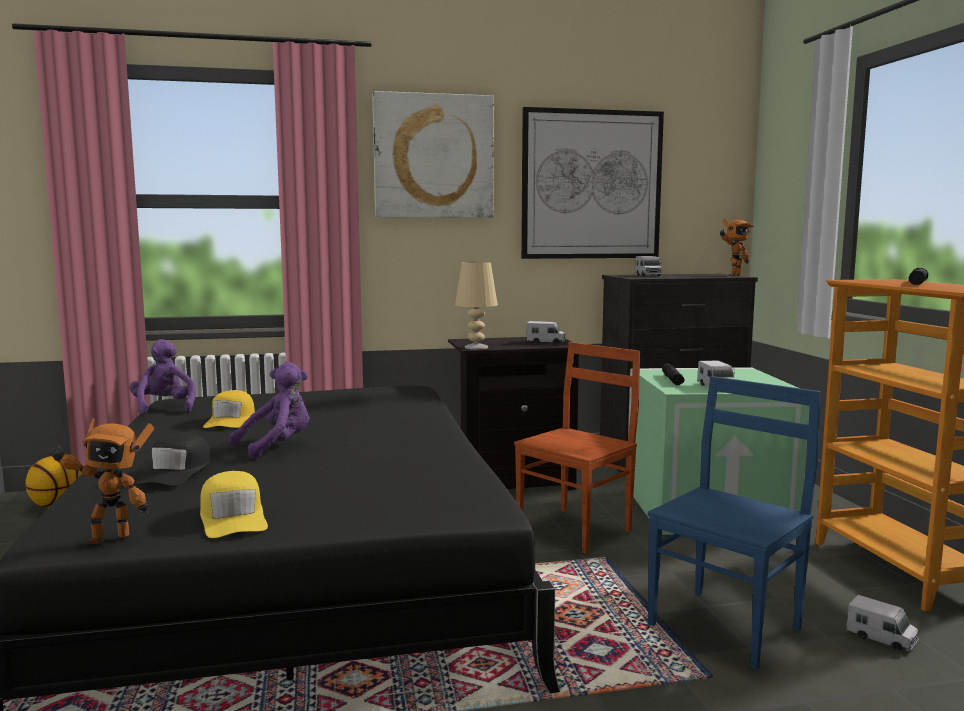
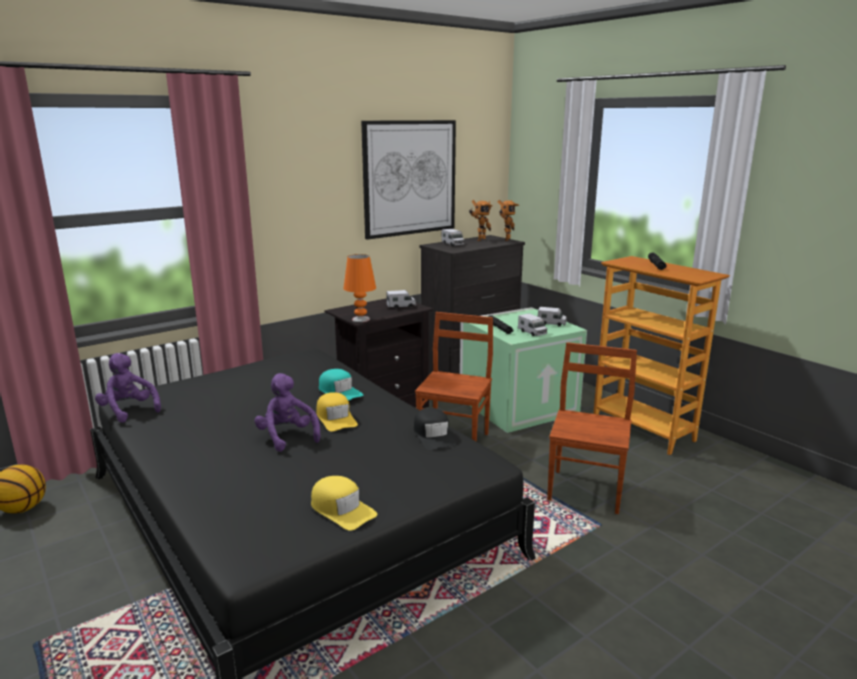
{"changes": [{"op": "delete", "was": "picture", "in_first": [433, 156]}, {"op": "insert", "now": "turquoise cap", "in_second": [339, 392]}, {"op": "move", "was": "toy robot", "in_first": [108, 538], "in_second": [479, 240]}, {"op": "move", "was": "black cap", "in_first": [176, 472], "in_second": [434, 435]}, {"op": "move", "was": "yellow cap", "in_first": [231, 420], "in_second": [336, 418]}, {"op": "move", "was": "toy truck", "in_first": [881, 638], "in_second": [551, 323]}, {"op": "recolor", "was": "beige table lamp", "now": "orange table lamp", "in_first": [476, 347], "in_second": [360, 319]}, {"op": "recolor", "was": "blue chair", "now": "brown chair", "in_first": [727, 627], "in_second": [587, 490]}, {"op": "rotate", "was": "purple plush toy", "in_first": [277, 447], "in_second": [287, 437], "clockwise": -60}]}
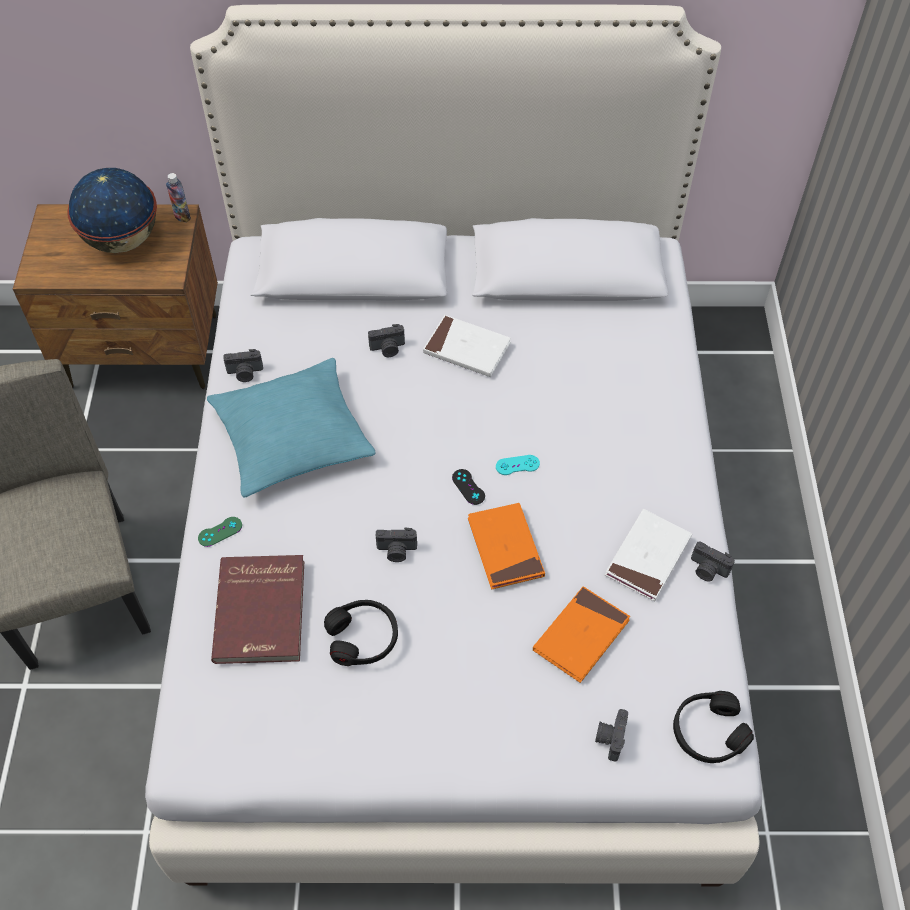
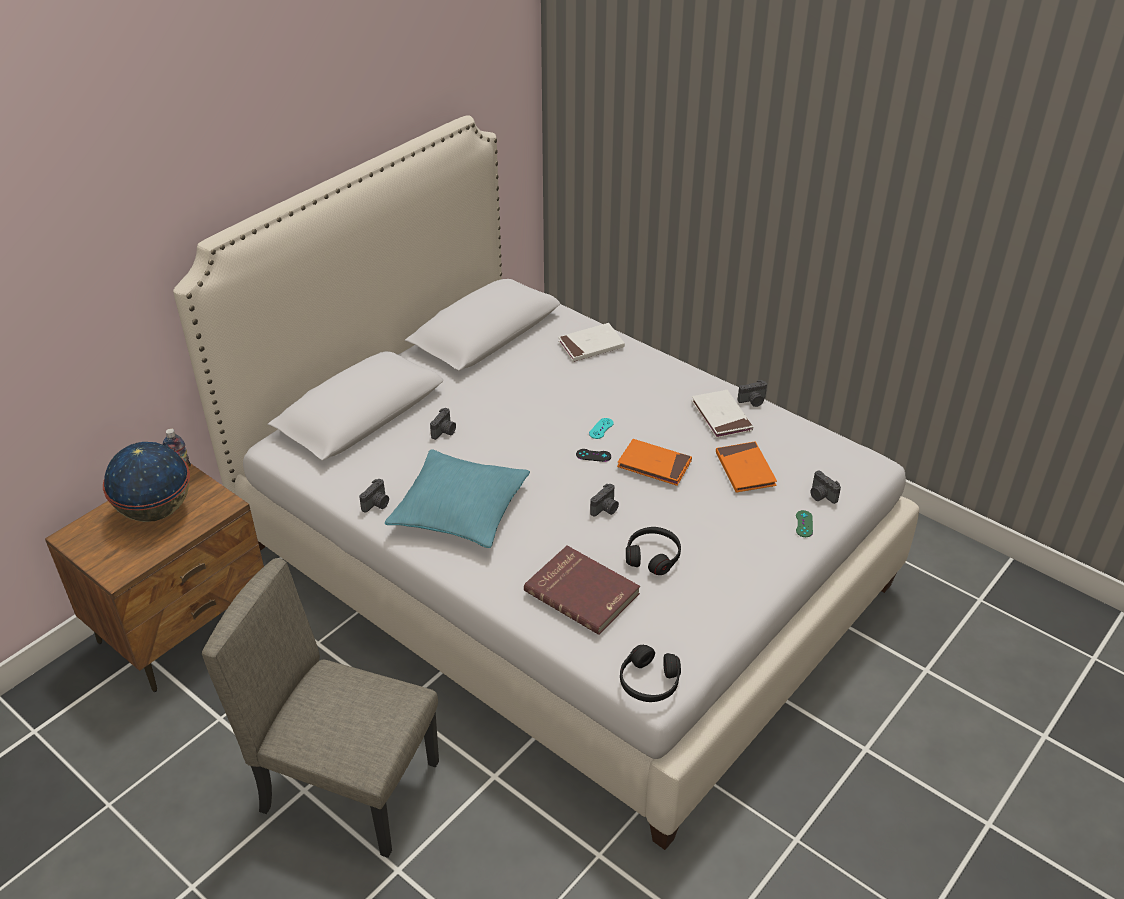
{"changes": [{"op": "move", "was": "green game controller", "in_first": [220, 532], "in_second": [804, 524]}, {"op": "move", "was": "white book", "in_first": [467, 349], "in_second": [591, 345]}, {"op": "move", "was": "black headphones", "in_first": [708, 732], "in_second": [649, 682]}]}
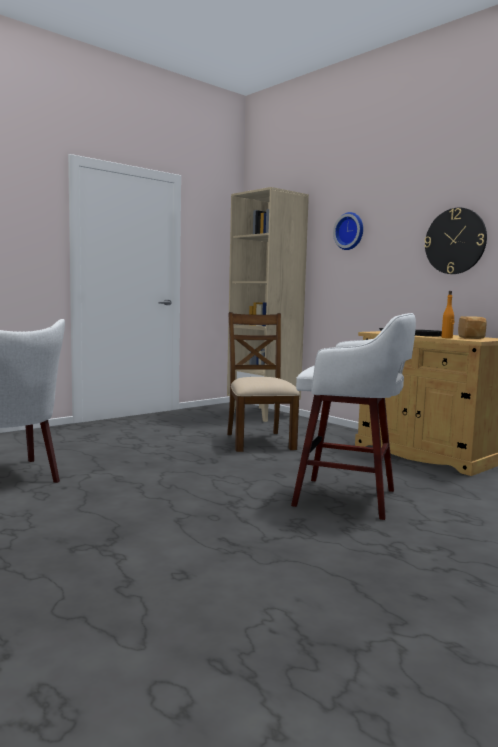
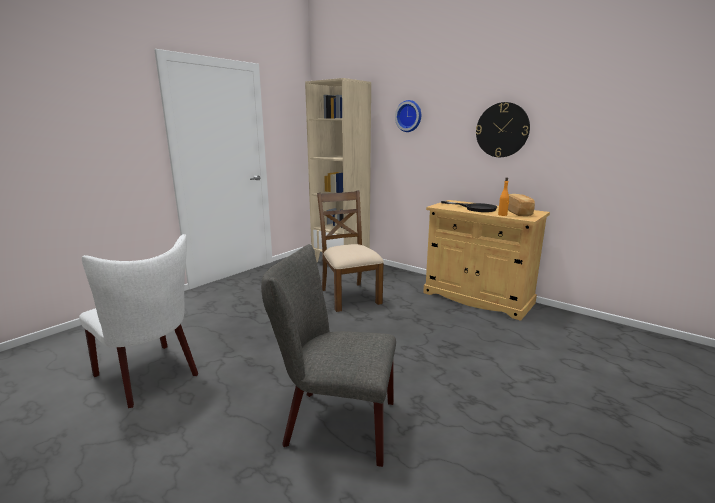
{"changes": [{"op": "delete", "was": "white stool", "in_first": [349, 498]}, {"op": "insert", "now": "grey chair", "in_second": [333, 423]}]}
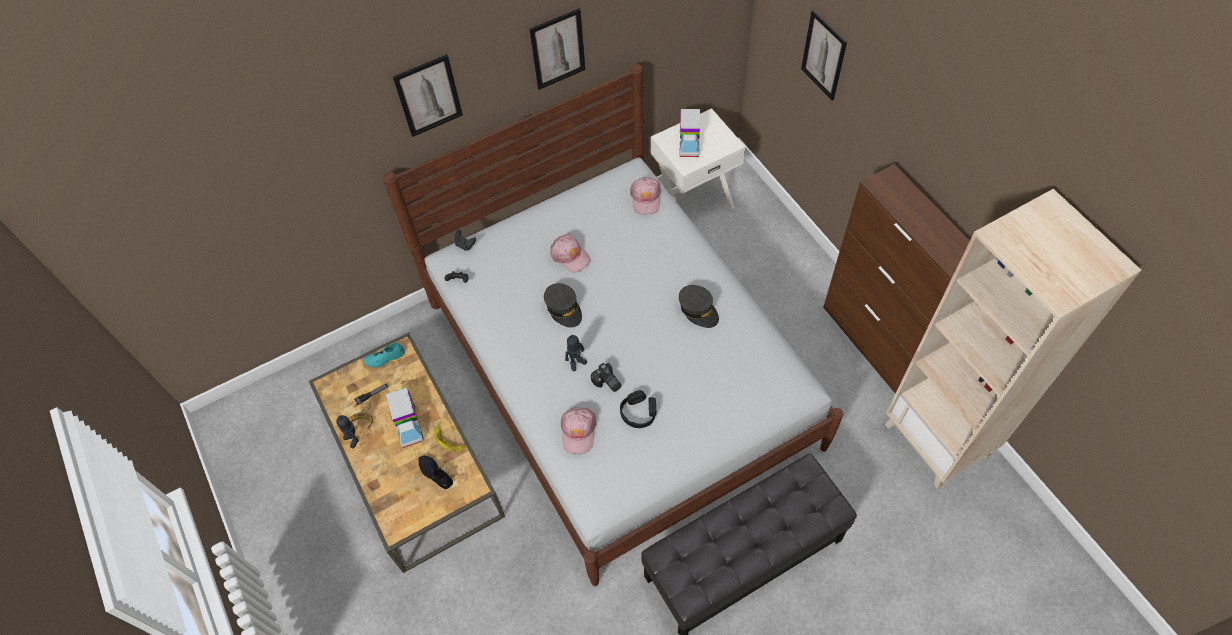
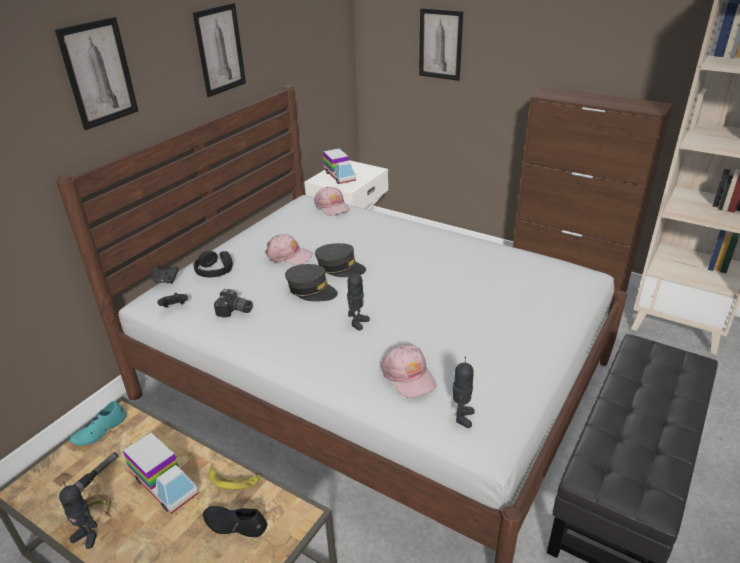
{"changes": [{"op": "insert", "now": "toy robot", "in_second": [461, 417]}, {"op": "move", "was": "photo camera", "in_first": [607, 383], "in_second": [235, 311]}, {"op": "move", "was": "black headphones", "in_first": [639, 412], "in_second": [215, 270]}, {"op": "move", "was": "grey cap", "in_first": [698, 310], "in_second": [340, 267]}]}
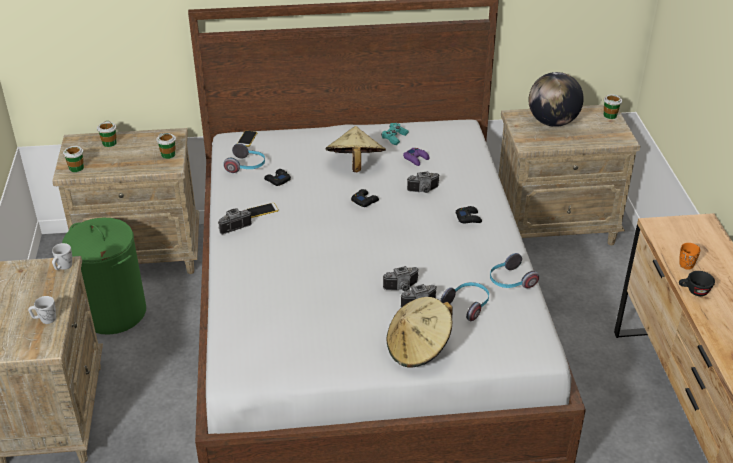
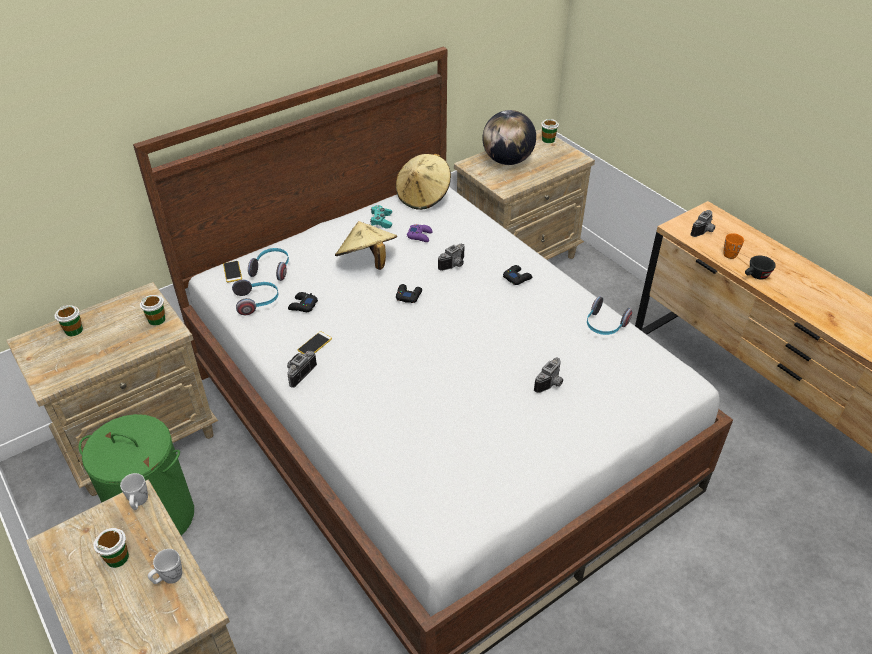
{"changes": [{"op": "move", "was": "cup", "in_first": [76, 168], "in_second": [117, 557]}, {"op": "move", "was": "photo camera", "in_first": [402, 288], "in_second": [704, 231]}, {"op": "move", "was": "beige hat", "in_first": [418, 348], "in_second": [423, 197]}, {"op": "move", "was": "headphones", "in_first": [467, 305], "in_second": [272, 269]}]}
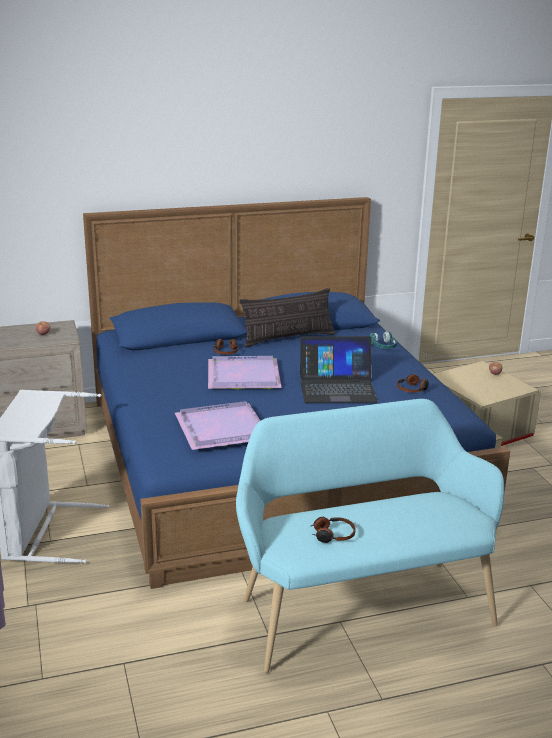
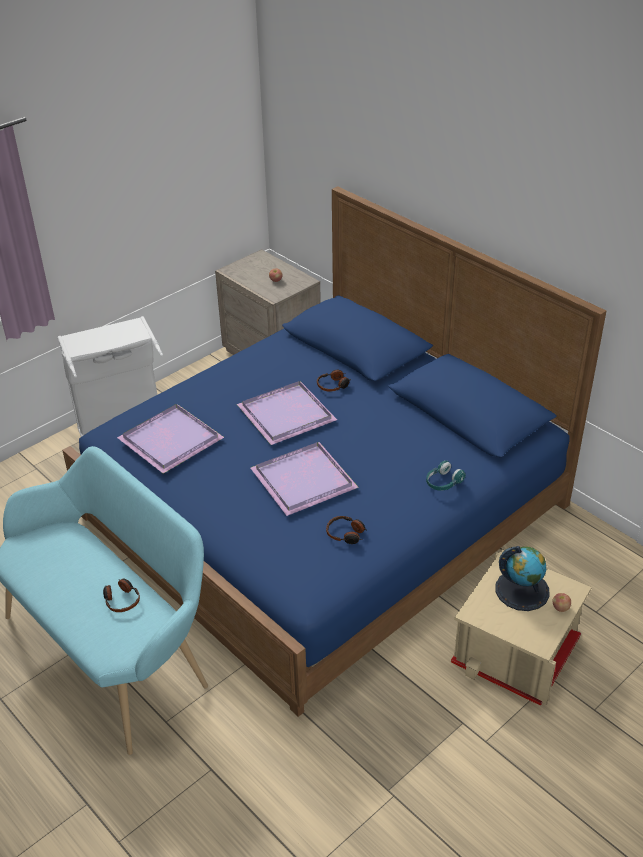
{"changes": [{"op": "delete", "was": "pillow", "in_first": [288, 338]}, {"op": "insert", "now": "globe", "in_second": [522, 590]}, {"op": "move", "was": "headphones", "in_first": [332, 535], "in_second": [121, 599]}, {"op": "replace", "was": "laptop", "now": "purple tray", "in_first": [337, 388], "in_second": [305, 480]}]}
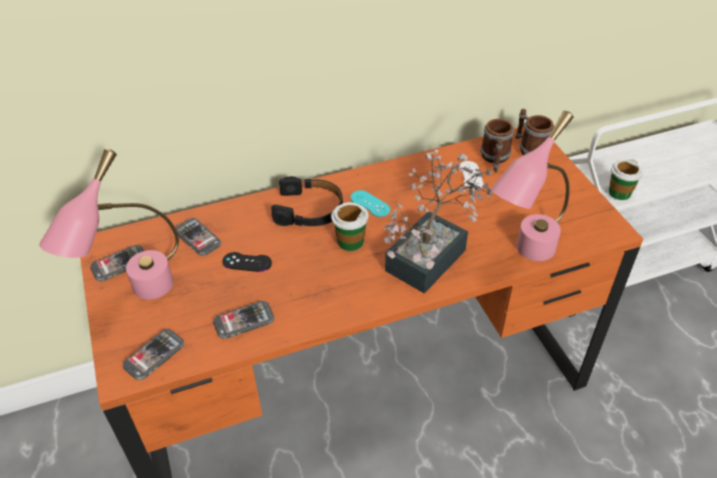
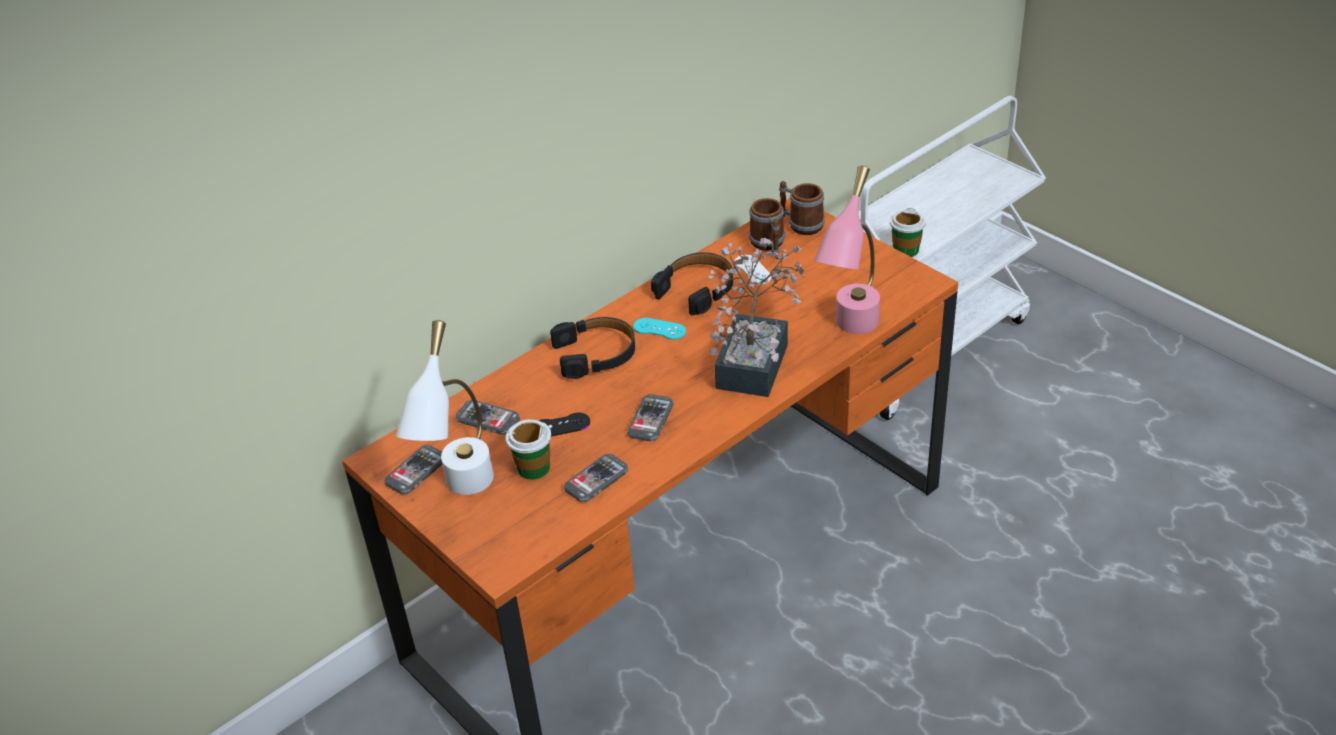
{"changes": [{"op": "insert", "now": "black headphones", "in_second": [697, 289]}, {"op": "move", "was": "phone", "in_first": [154, 355], "in_second": [650, 419]}, {"op": "move", "was": "cup", "in_first": [350, 241], "in_second": [533, 468]}, {"op": "recolor", "was": "pink table lamp", "now": "white table lamp", "in_first": [138, 297], "in_second": [462, 495]}]}
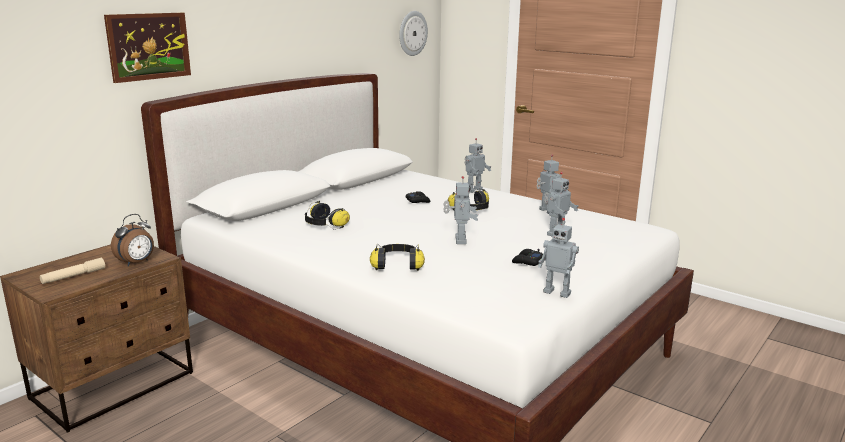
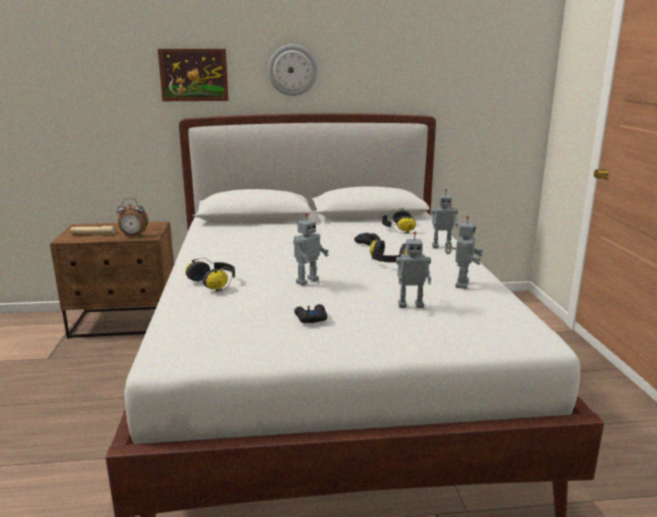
{"changes": [{"op": "delete", "was": "toy robot", "in_first": [557, 292]}, {"op": "move", "was": "headphones", "in_first": [324, 225], "in_second": [397, 228]}, {"op": "move", "was": "wall clock", "in_first": [412, 33], "in_second": [292, 70]}]}
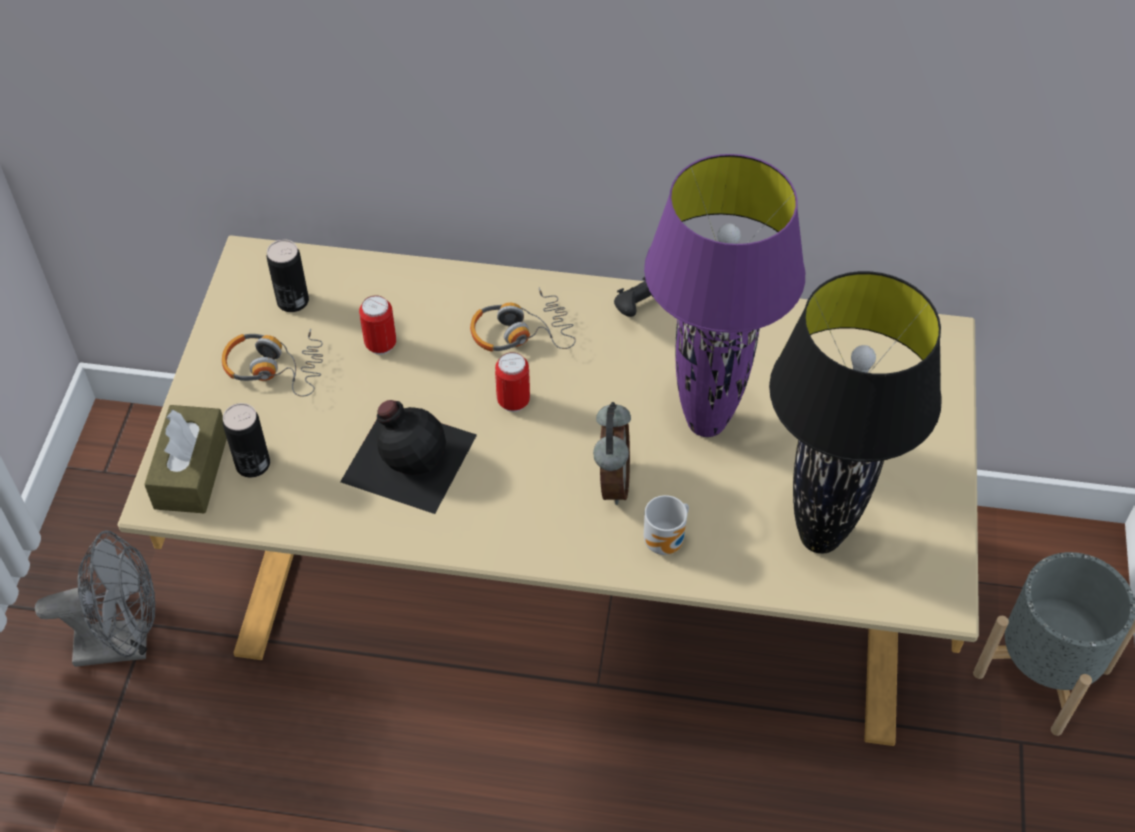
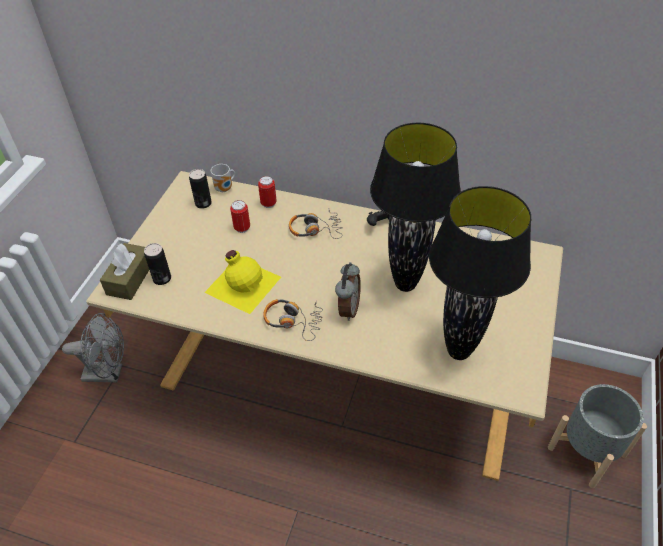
{"changes": [{"op": "move", "was": "headphones", "in_first": [274, 368], "in_second": [293, 321]}, {"op": "move", "was": "can", "in_first": [513, 401], "in_second": [268, 203]}, {"op": "move", "was": "mug", "in_first": [667, 542], "in_second": [225, 189]}, {"op": "recolor", "was": "black bottle", "now": "yellow bottle", "in_first": [408, 456], "in_second": [243, 283]}, {"op": "recolor", "was": "purple table lamp", "now": "black table lamp", "in_first": [707, 422], "in_second": [406, 284]}]}
